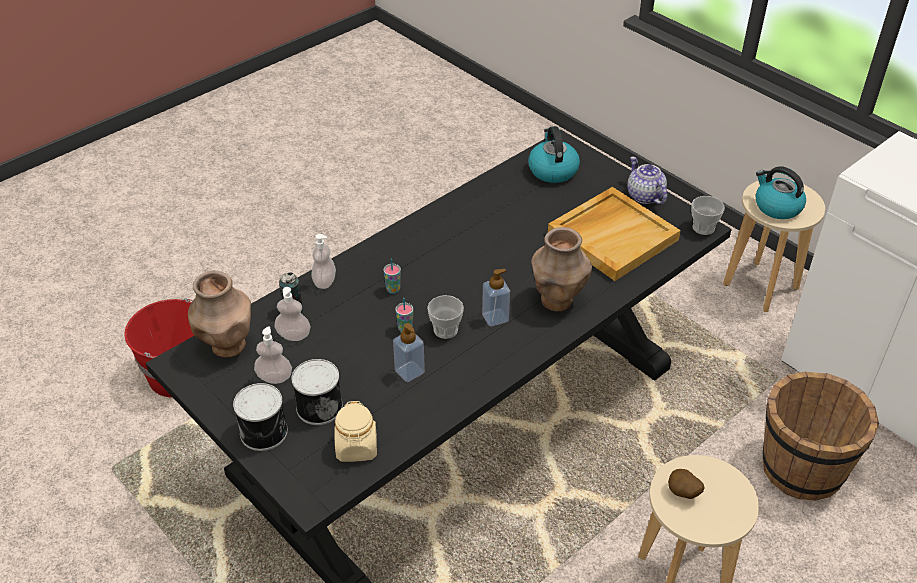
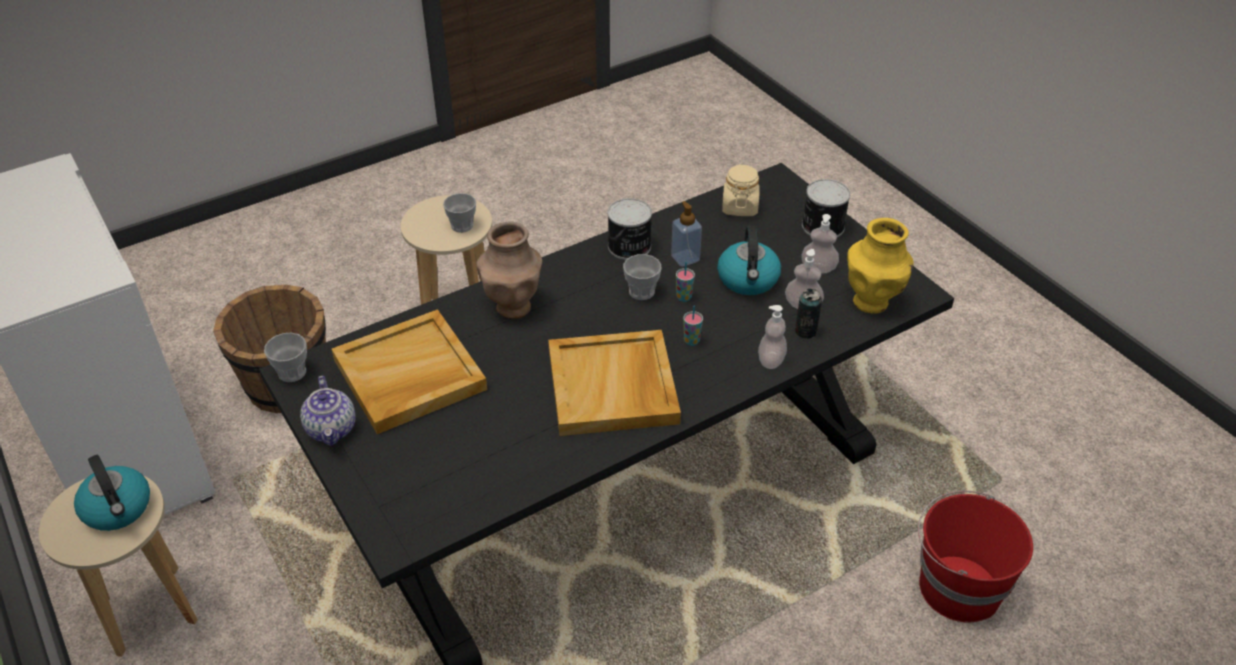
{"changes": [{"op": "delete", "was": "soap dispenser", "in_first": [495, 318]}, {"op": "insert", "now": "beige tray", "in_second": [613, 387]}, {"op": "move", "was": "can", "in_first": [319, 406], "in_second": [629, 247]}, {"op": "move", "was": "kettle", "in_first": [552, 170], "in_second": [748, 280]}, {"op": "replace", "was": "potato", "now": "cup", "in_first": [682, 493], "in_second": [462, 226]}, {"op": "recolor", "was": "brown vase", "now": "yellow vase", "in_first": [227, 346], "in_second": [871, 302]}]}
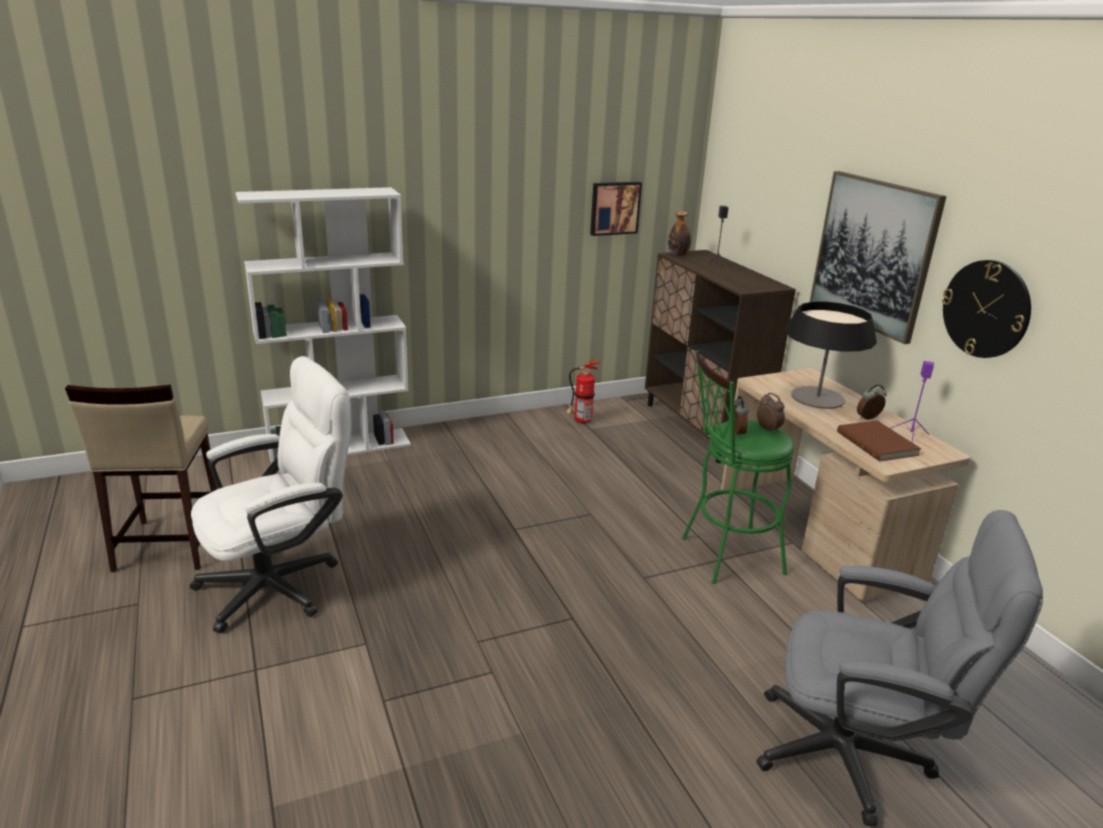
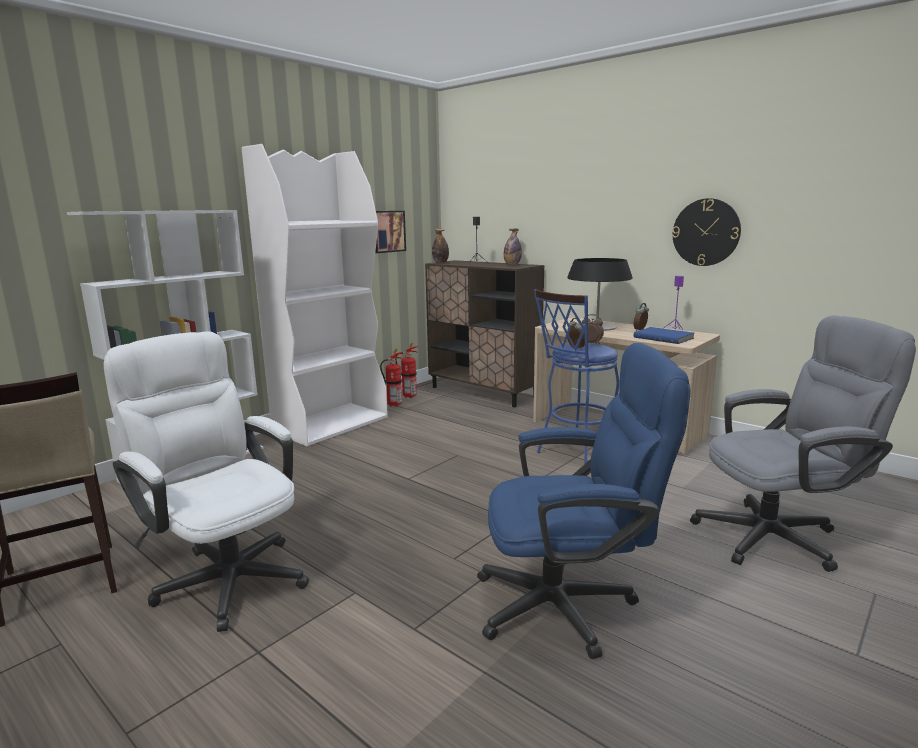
{"changes": [{"op": "delete", "was": "picture", "in_first": [873, 254]}, {"op": "insert", "now": "white bookcase", "in_second": [331, 424]}, {"op": "insert", "now": "fire extinguisher", "in_second": [408, 397]}, {"op": "insert", "now": "blue office chair", "in_second": [570, 605]}, {"op": "insert", "now": "bottle", "in_second": [512, 264]}, {"op": "recolor", "was": "green stool", "now": "blue stool", "in_first": [724, 556], "in_second": [575, 454]}, {"op": "recolor", "was": "brown book", "now": "blue book", "in_first": [878, 443], "in_second": [664, 337]}, {"op": "rotate", "was": "white office chair", "in_first": [282, 583], "in_second": [225, 574], "clockwise": -75}]}
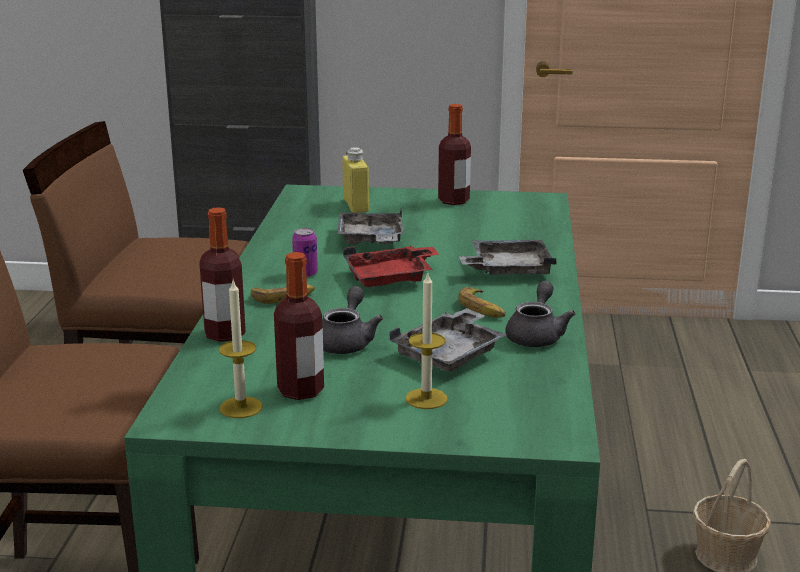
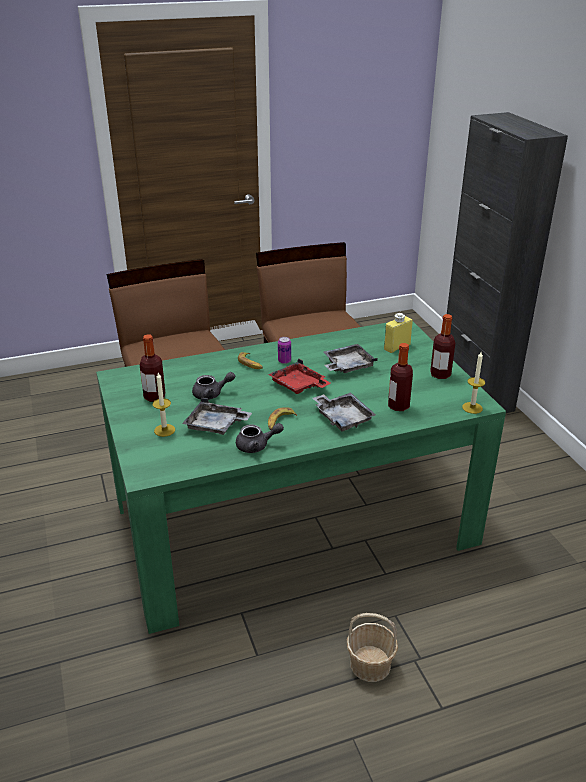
{"changes": [{"op": "move", "was": "bottle", "in_first": [225, 334], "in_second": [398, 406]}, {"op": "move", "was": "candle", "in_first": [241, 407], "in_second": [472, 408]}]}
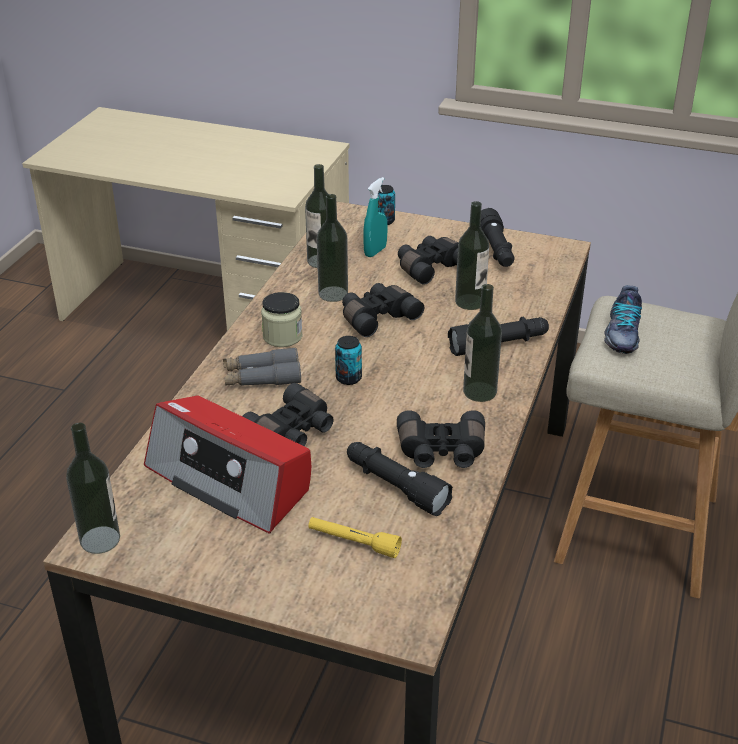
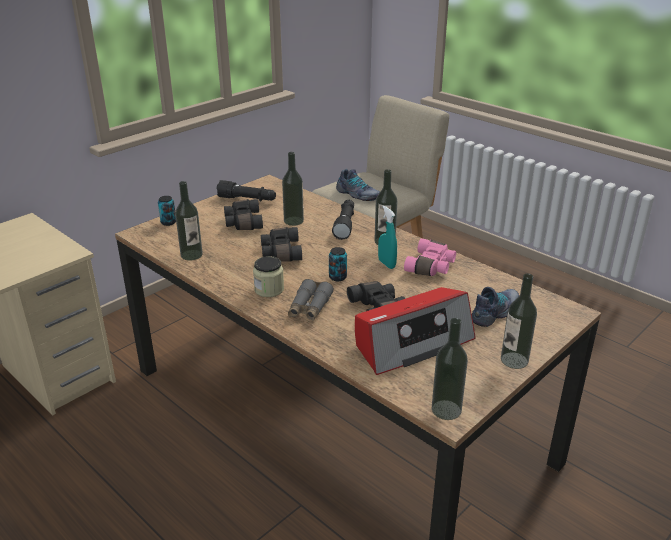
{"changes": [{"op": "delete", "was": "black flashlight", "in_first": [395, 486]}, {"op": "move", "was": "bottle", "in_first": [333, 294], "in_second": [514, 360]}, {"op": "move", "was": "turquoise spray bottle", "in_first": [375, 251], "in_second": [386, 264]}, {"op": "replace", "was": "yellow flashlight", "now": "shoe", "in_first": [353, 542], "in_second": [496, 312]}, {"op": "recolor", "was": "black binoculars", "now": "pink binoculars", "in_first": [441, 452], "in_second": [431, 266]}]}
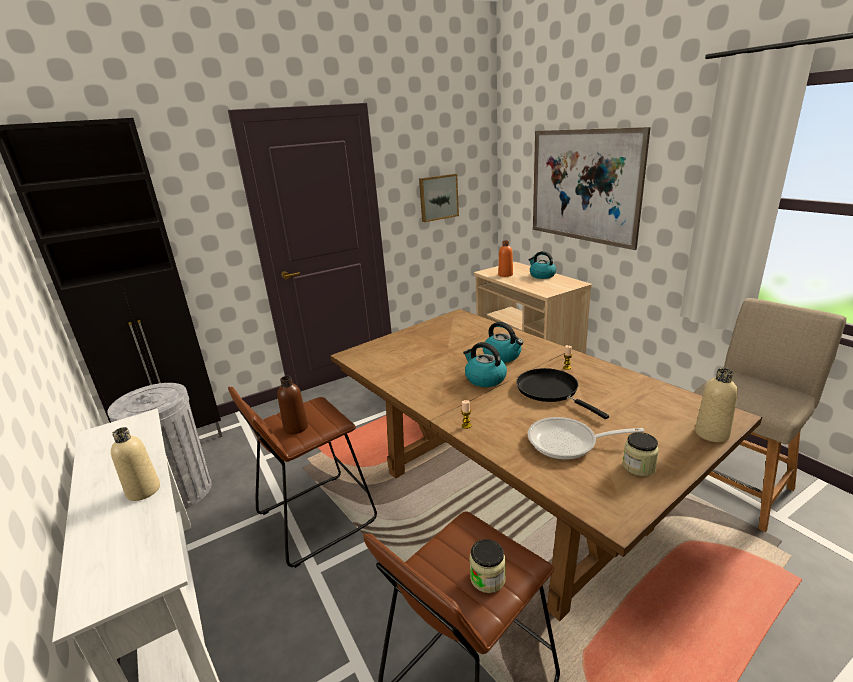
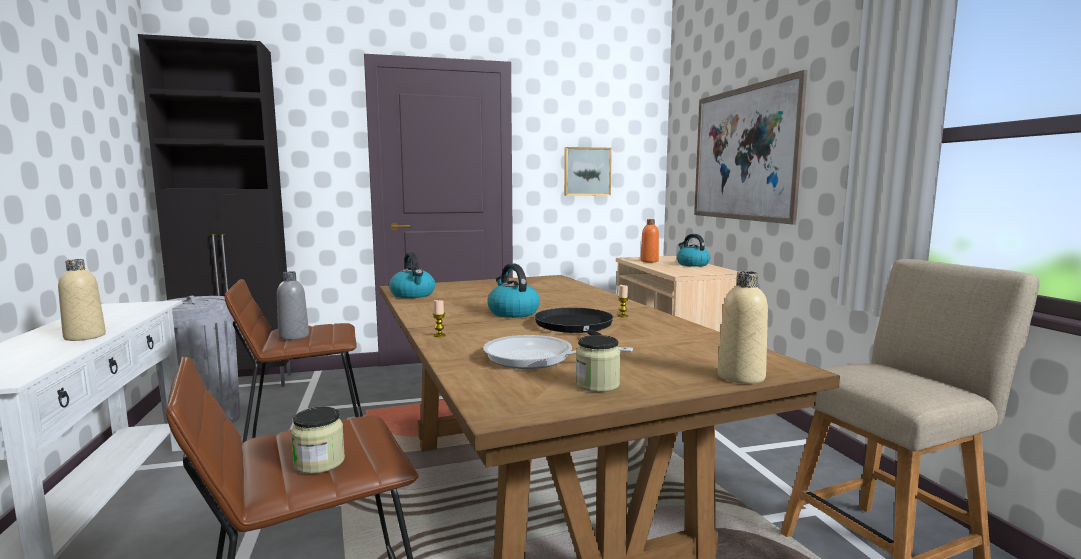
{"changes": [{"op": "move", "was": "kettle", "in_first": [502, 356], "in_second": [413, 295]}, {"op": "recolor", "was": "brown bottle", "now": "grey bottle", "in_first": [296, 427], "in_second": [294, 336]}]}
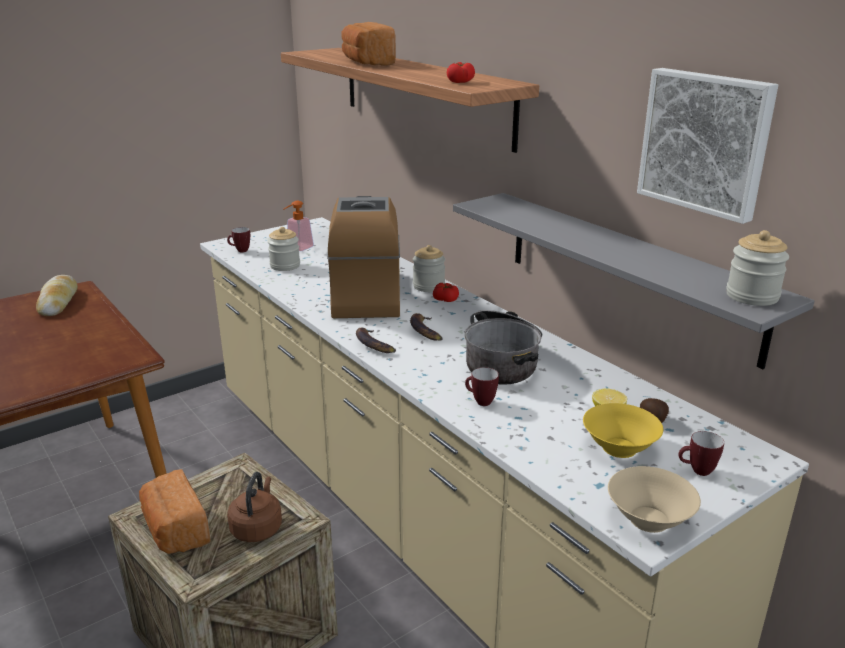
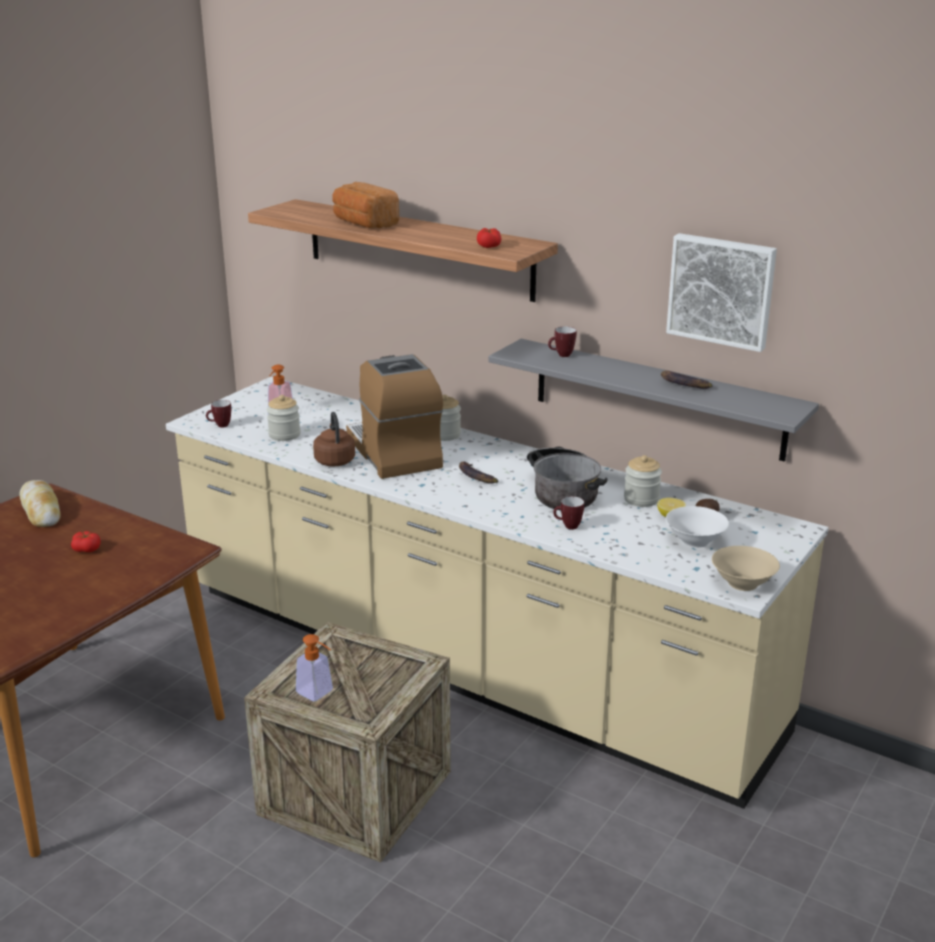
{"changes": [{"op": "move", "was": "brown kettle", "in_first": [257, 528], "in_second": [334, 460]}, {"op": "move", "was": "banana", "in_first": [373, 344], "in_second": [683, 385]}, {"op": "move", "was": "tomato", "in_first": [445, 299], "in_second": [86, 549]}, {"op": "move", "was": "mug", "in_first": [697, 471], "in_second": [561, 355]}, {"op": "move", "was": "jar", "in_first": [752, 296], "in_second": [641, 499]}, {"op": "replace", "was": "bread", "now": "soap dispenser", "in_first": [175, 530], "in_second": [319, 694]}, {"op": "recolor", "was": "yellow bowl", "now": "white bowl", "in_first": [618, 447], "in_second": [694, 540]}]}
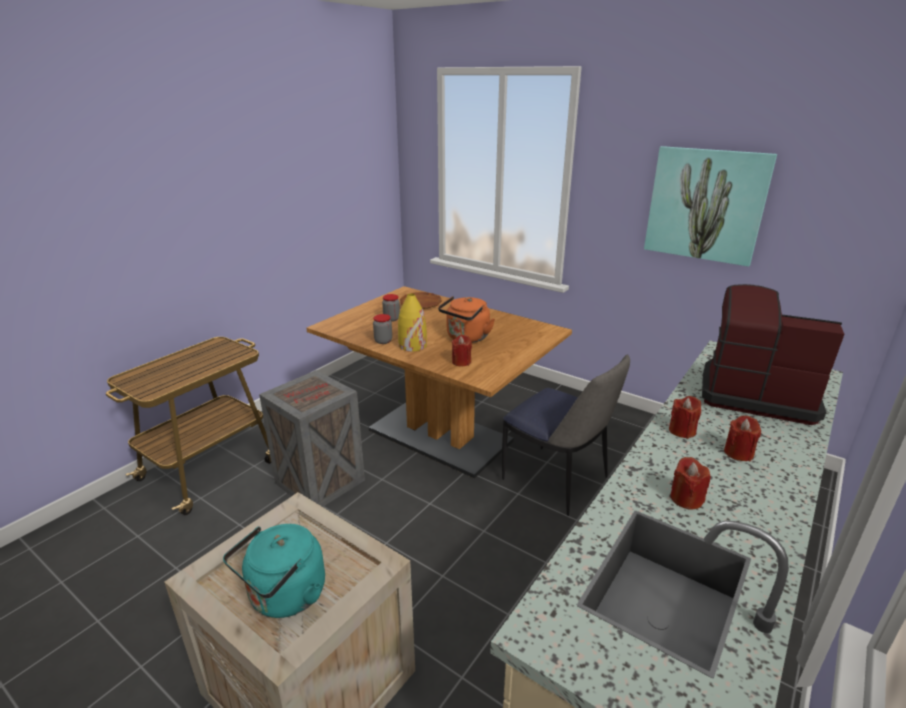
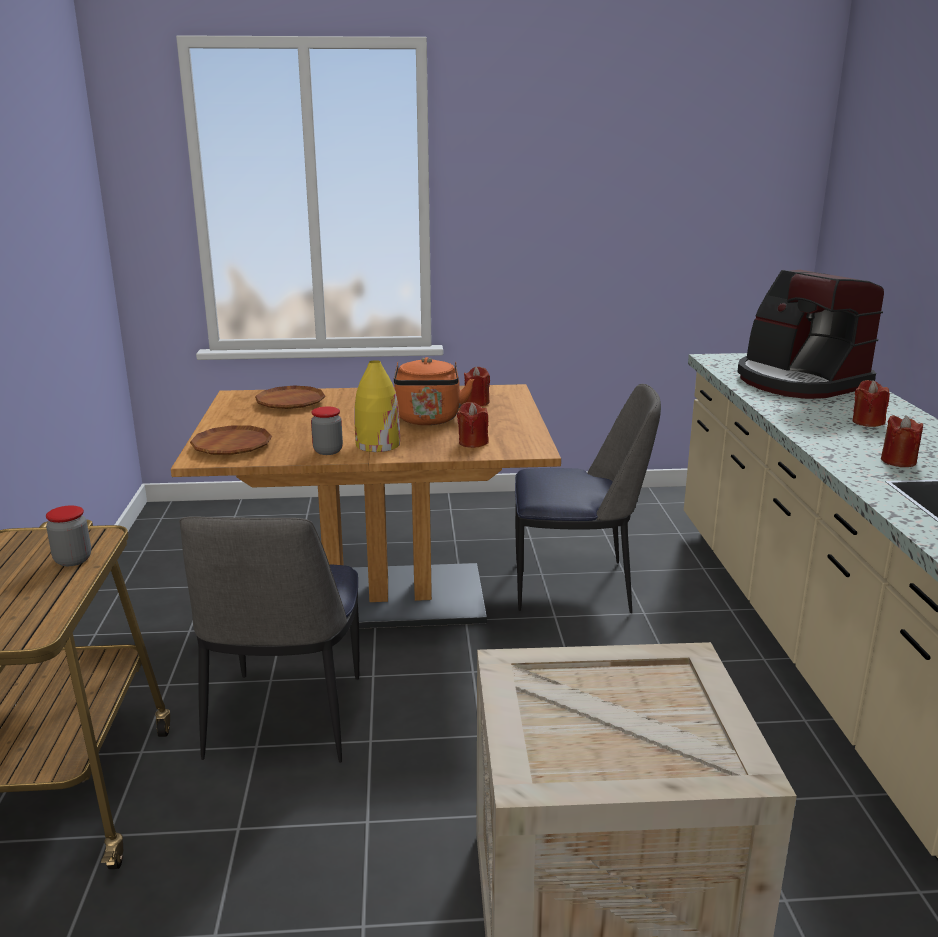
{"changes": [{"op": "delete", "was": "turquoise kettle", "in_first": [284, 597]}, {"op": "delete", "was": "picture", "in_first": [705, 205]}, {"op": "insert", "now": "brown plate", "in_second": [232, 446]}, {"op": "move", "was": "jar", "in_first": [391, 319], "in_second": [73, 560]}, {"op": "move", "was": "red candle", "in_first": [682, 431], "in_second": [476, 403]}, {"op": "replace", "was": "crate", "now": "chair", "in_first": [318, 482], "in_second": [285, 720]}, {"op": "rotate", "was": "coffee machine", "in_first": [754, 394], "in_second": [798, 382], "clockwise": -105}]}
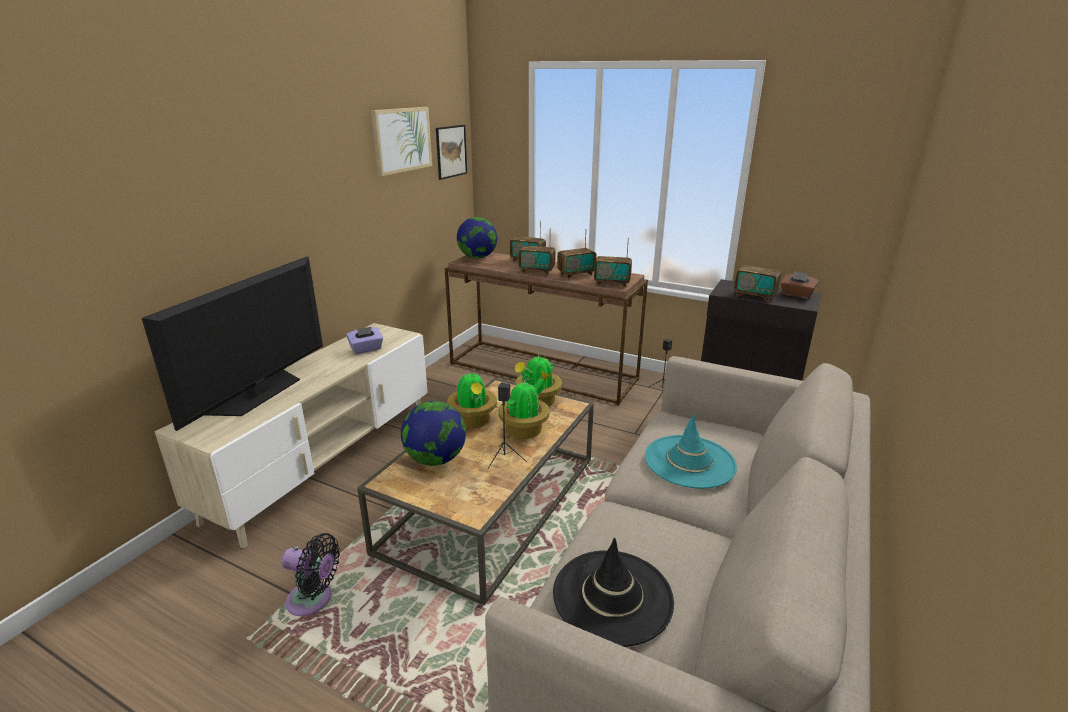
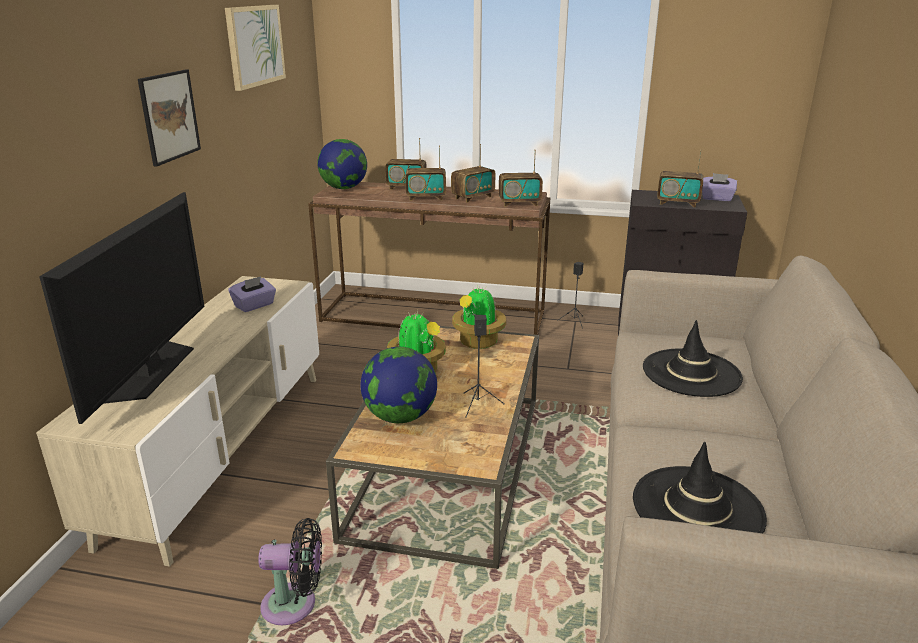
{"changes": [{"op": "delete", "was": "potted plant", "in_first": [525, 430]}, {"op": "move", "was": "picture", "in_first": [451, 151], "in_second": [169, 116]}, {"op": "recolor", "was": "turquoise hat", "now": "black hat", "in_first": [689, 462], "in_second": [691, 373]}, {"op": "recolor", "was": "brown tissue box", "now": "purple tissue box", "in_first": [796, 295], "in_second": [716, 198]}]}
